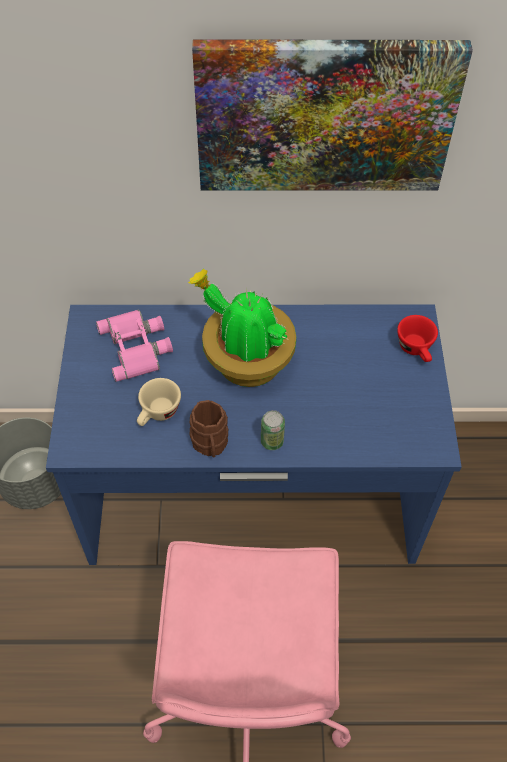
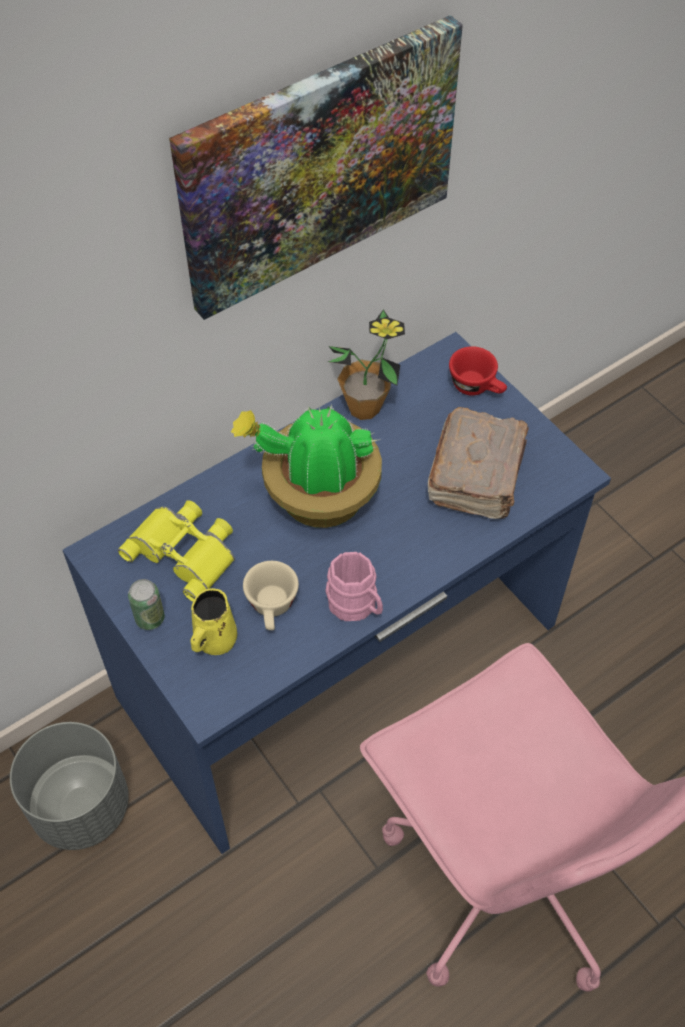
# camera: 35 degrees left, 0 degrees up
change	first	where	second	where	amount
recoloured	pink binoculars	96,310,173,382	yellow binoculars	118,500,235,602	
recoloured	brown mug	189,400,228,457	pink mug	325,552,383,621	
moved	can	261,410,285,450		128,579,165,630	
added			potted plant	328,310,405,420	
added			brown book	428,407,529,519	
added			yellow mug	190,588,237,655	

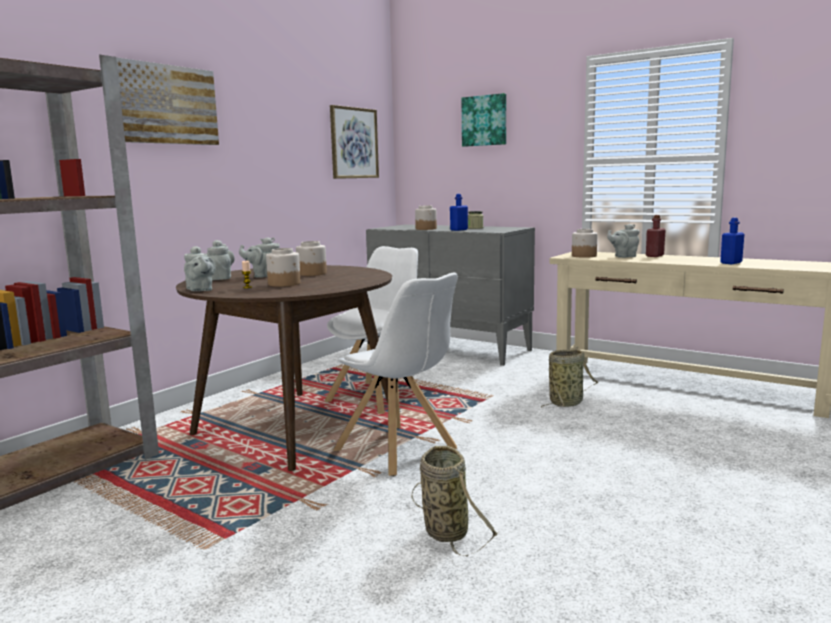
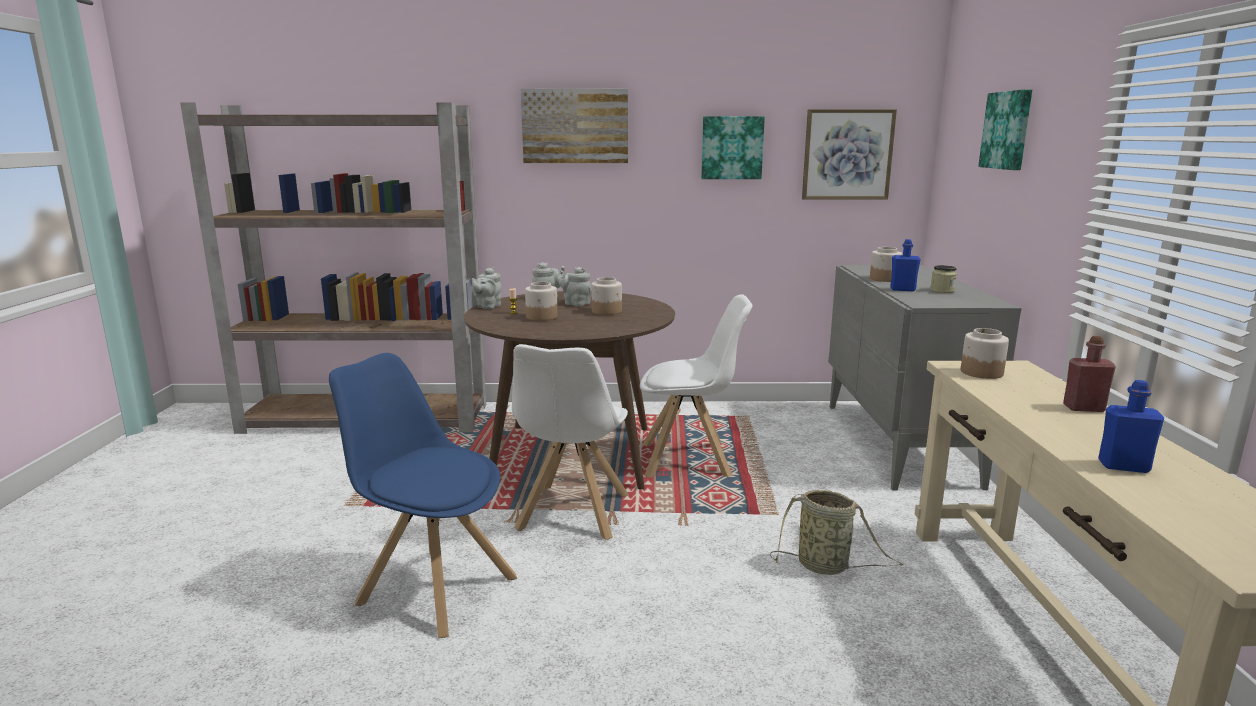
# camera: 55 degrees right, 5 degrees up
change	first	where	second	where	amount
removed	grey teapot	607,224,639,258			
replaced	basket	411,446,498,557	blue chair	329,353,517,638	
added			picture	701,116,765,179	

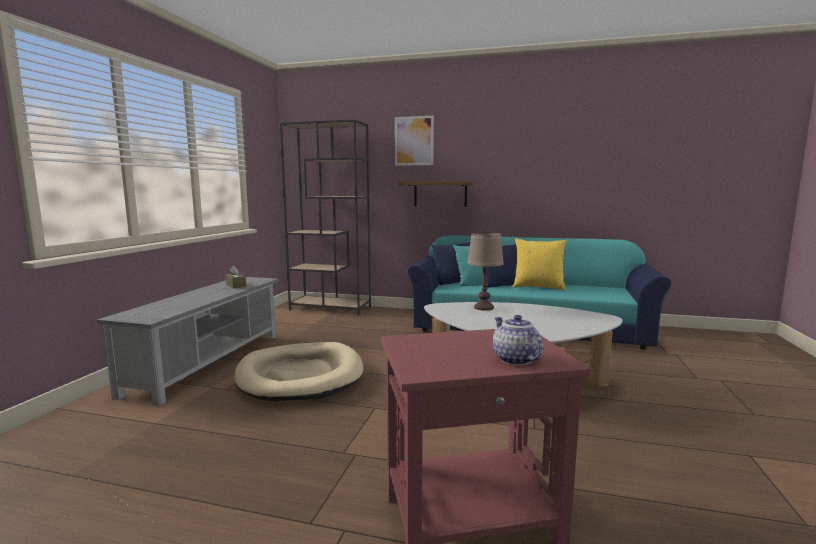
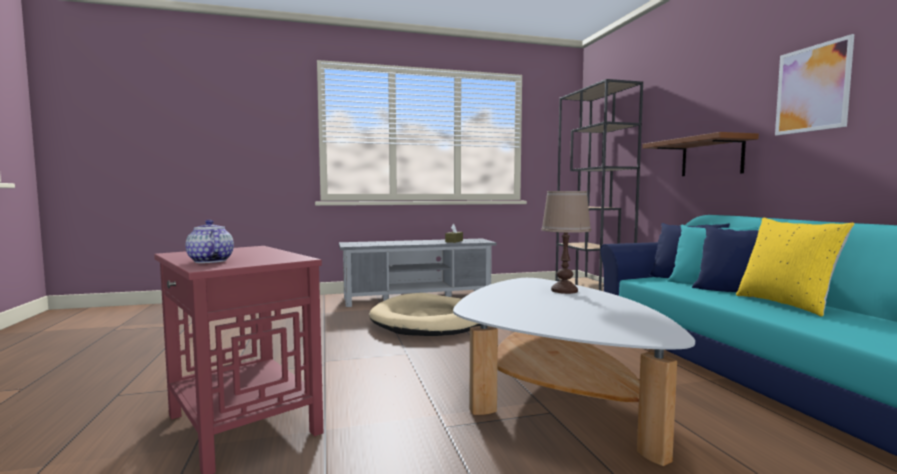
# camera: 60 degrees right, 5 degrees down
change	first	where	second	where	amount
moved	picture	395,116,434,166		775,34,854,136	
turned	teapot	493,315,544,365		186,220,234,263	75 degrees counterclockwise

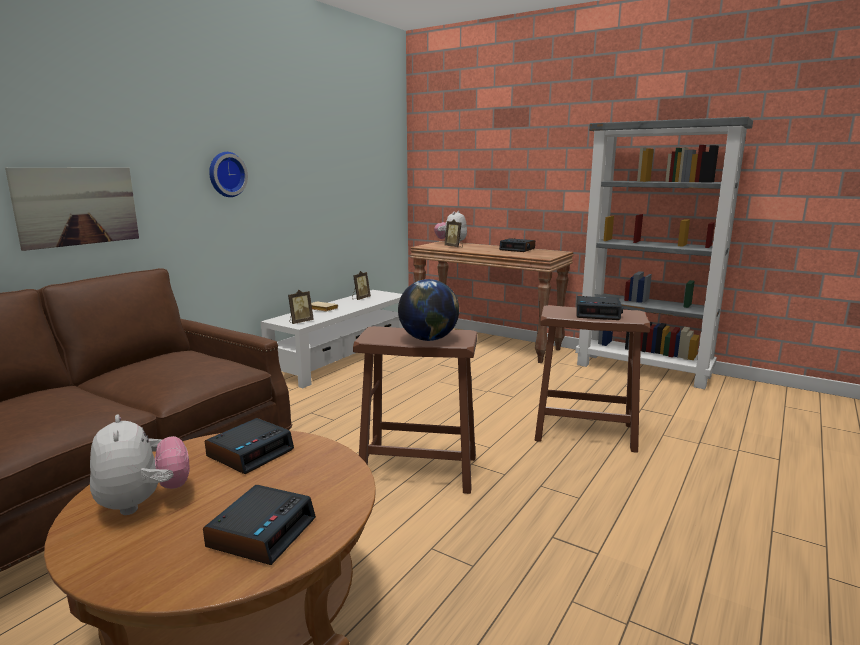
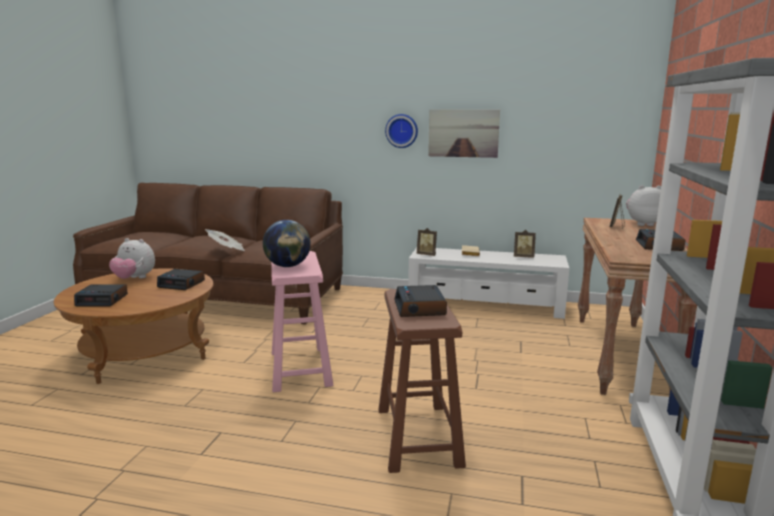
# camera: 70 degrees right, 0 degrees up
change	first	where	second	where	amount
moved	picture	5,167,139,251		428,109,500,158	
recoloured	brown stool	353,326,478,494	pink stool	271,251,334,392	
turned	plush toy	90,415,190,515		109,238,155,279	60 degrees clockwise
added			newspaper	205,229,245,251	

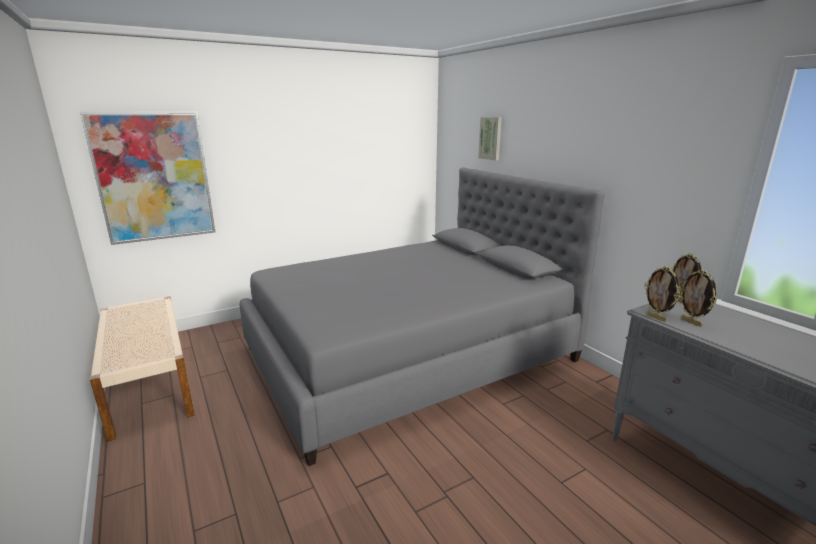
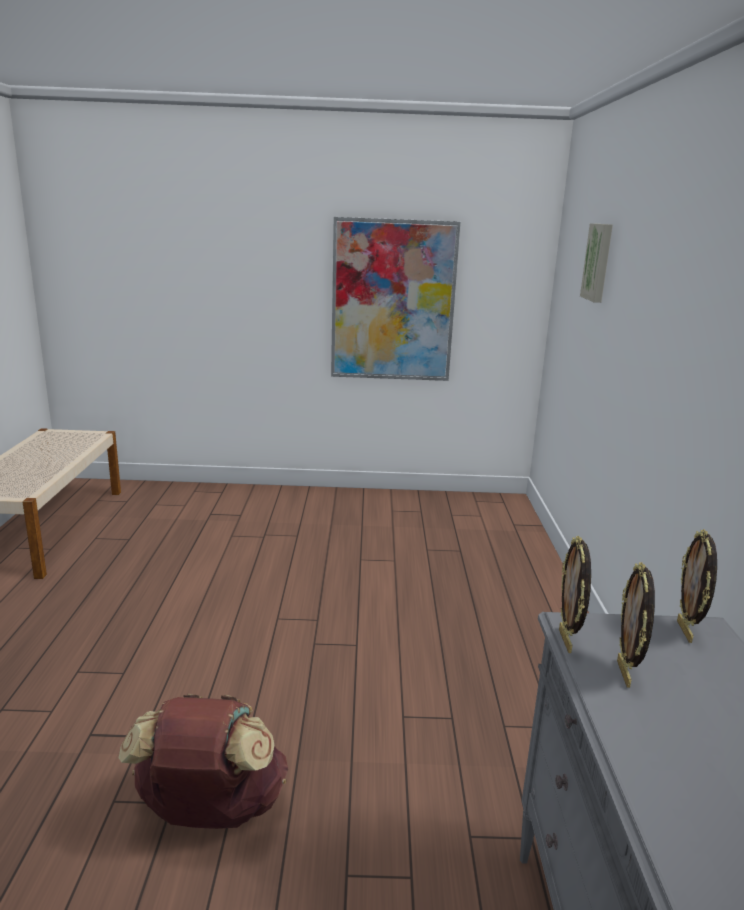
# camera: 30 degrees right, 0 degrees up
change	first	where	second	where	amount
moved	picture	80,112,215,245		331,217,460,381	
removed	grey bed	239,168,605,466			
added			brown backpack	119,694,288,829	

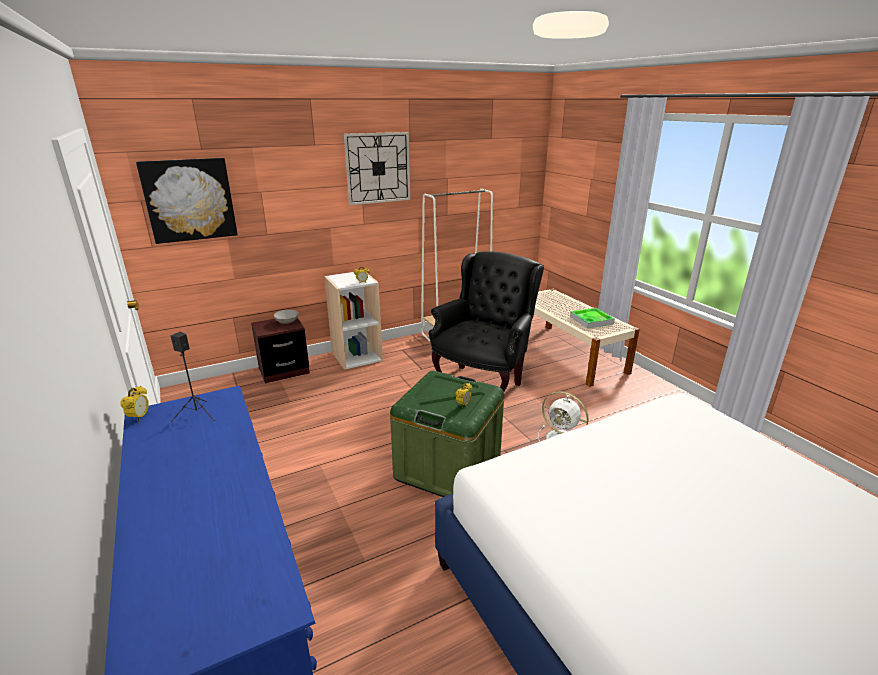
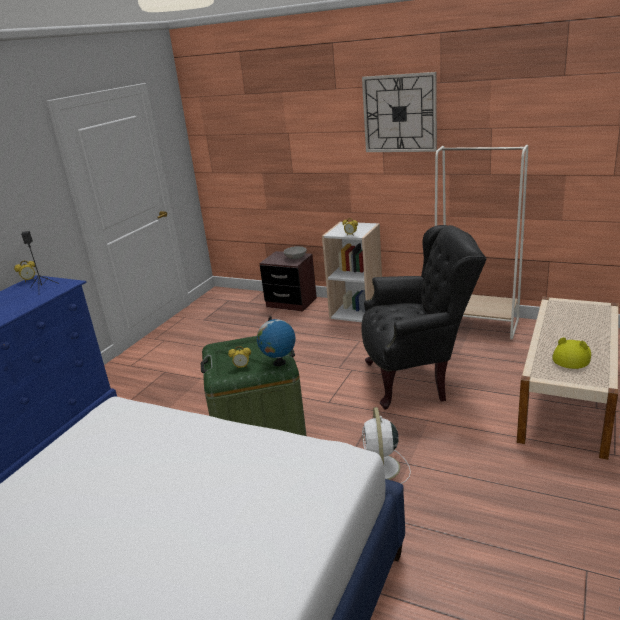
# camera: 55 degrees right, 0 degrees up
change	first	where	second	where	amount
removed	picture	136,158,238,244			
replaced	tray	570,308,615,329	yellow hat	552,337,591,369	
added			globe	257,316,295,366	

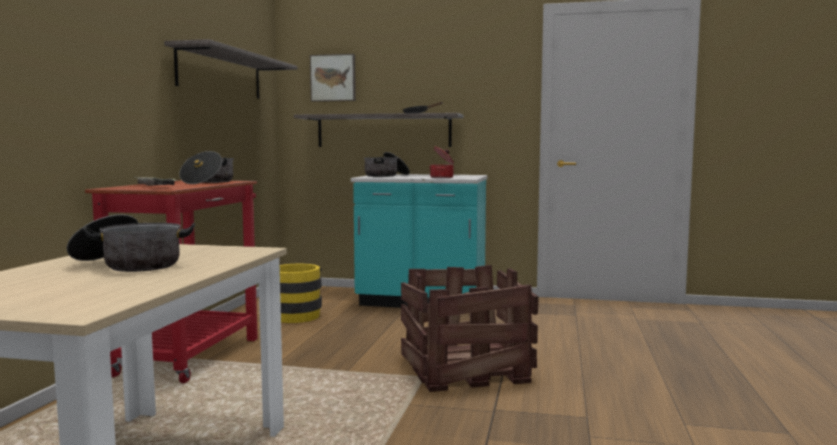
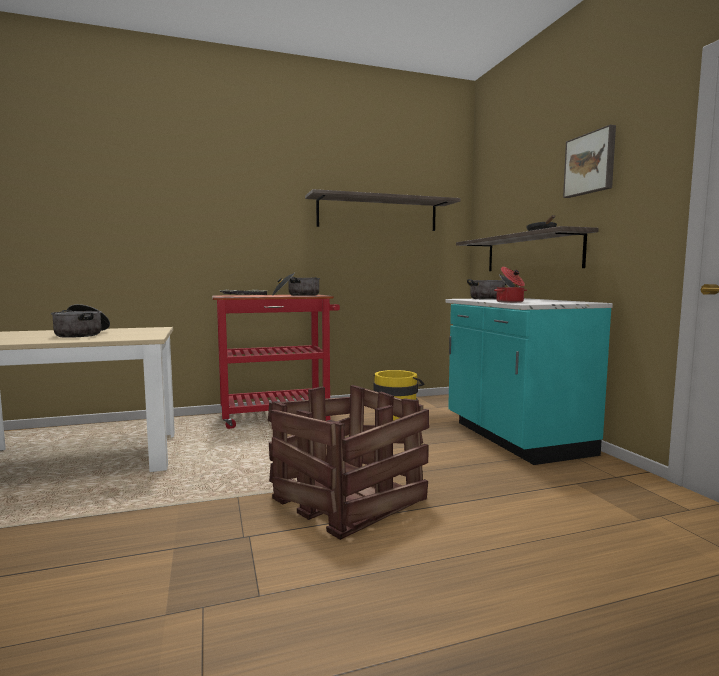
# camera: 60 degrees right, 0 degrees up
change	first	where	second	where	amount
moved	picture	310,54,356,102		563,125,616,198	

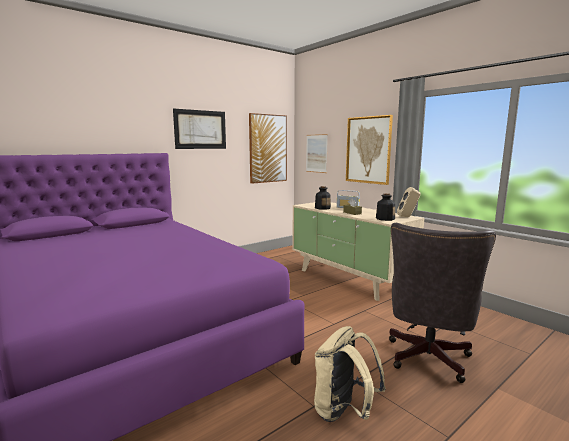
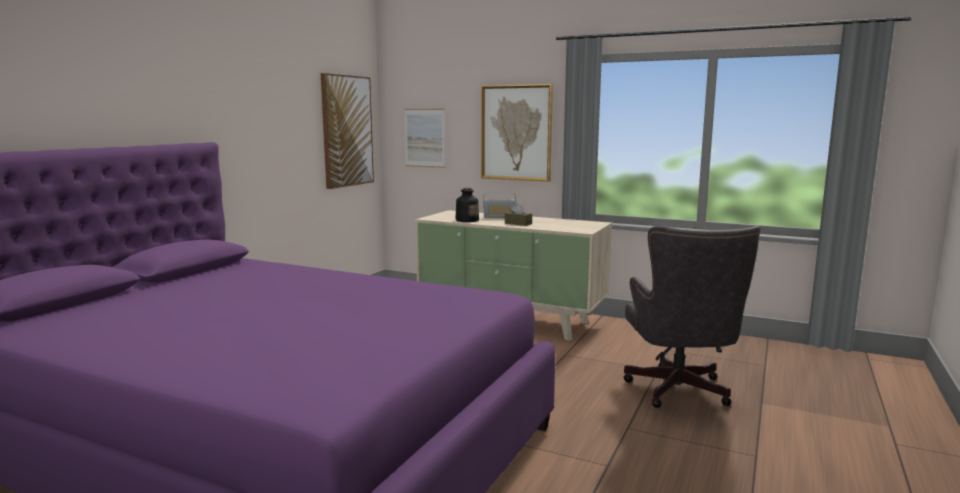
# camera: 25 degrees left, 0 degrees up
change	first	where	second	where	amount
removed	picture	173,109,226,149			
removed	beige speaker	397,187,420,217			
removed	bottle	376,193,395,221			
removed	beige backpack	314,326,386,422			

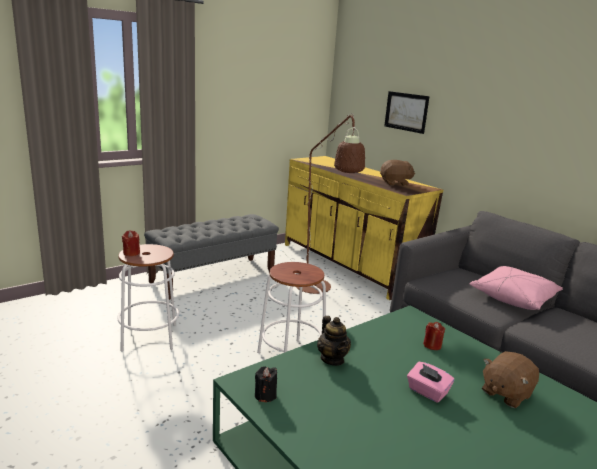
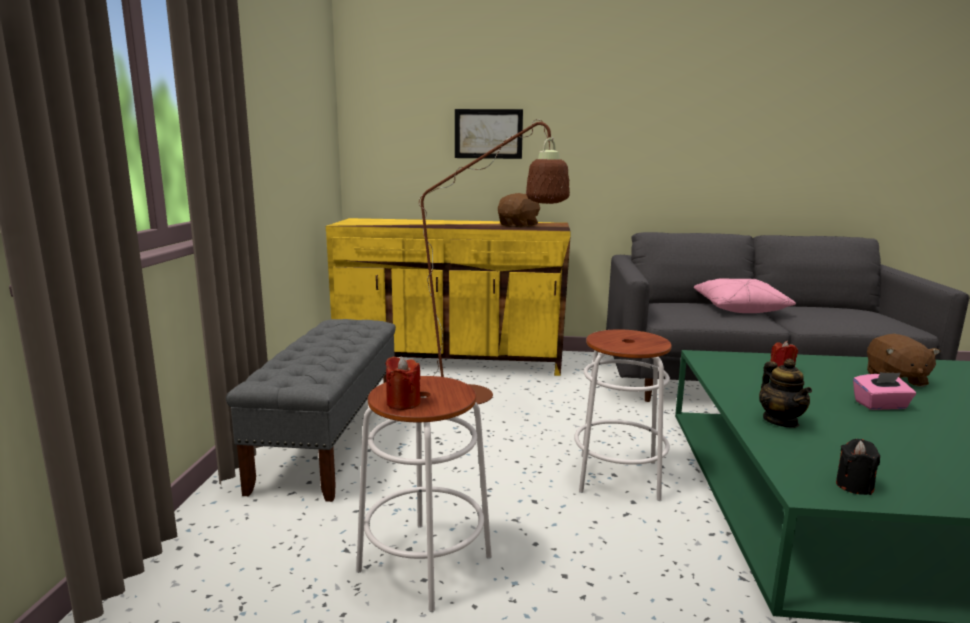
# camera: 45 degrees left, 5 degrees down
change	first	where	second	where	amount
turned	teapot	317,316,351,366		759,358,812,428	60 degrees clockwise

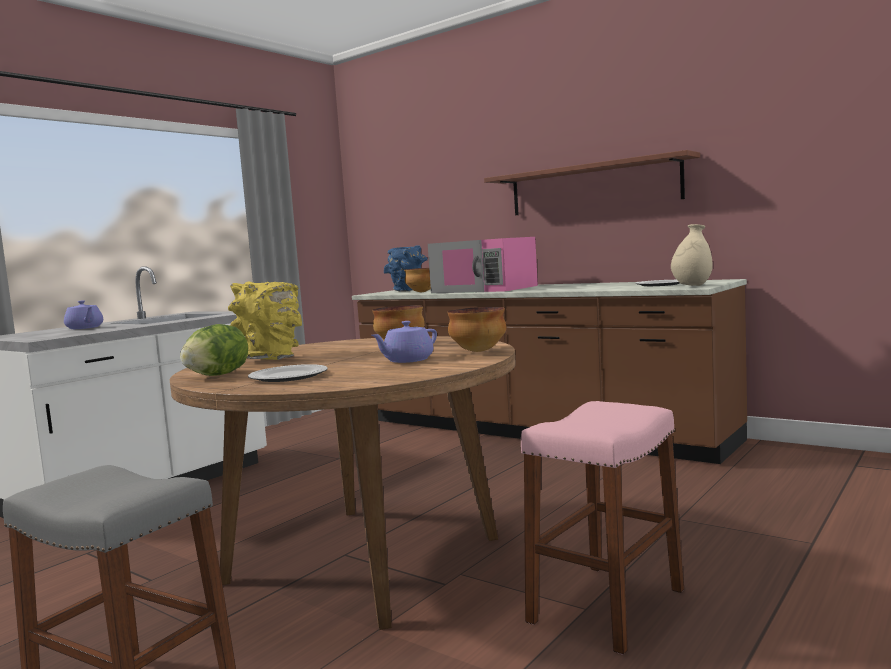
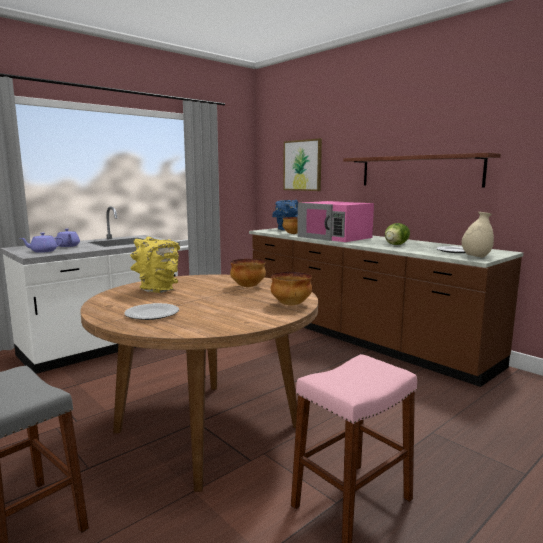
# camera: 10 degrees right, 5 degrees up
change	first	where	second	where	amount
moved	purple teapot	371,321,437,363		20,233,63,253	
moved	lettuce	180,324,248,376		385,223,410,245	
added			picture	283,138,322,191	

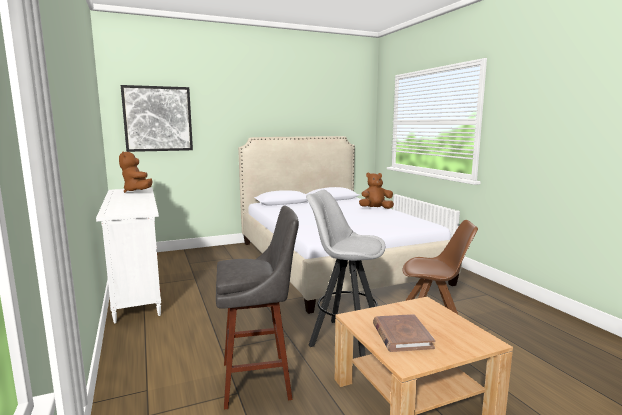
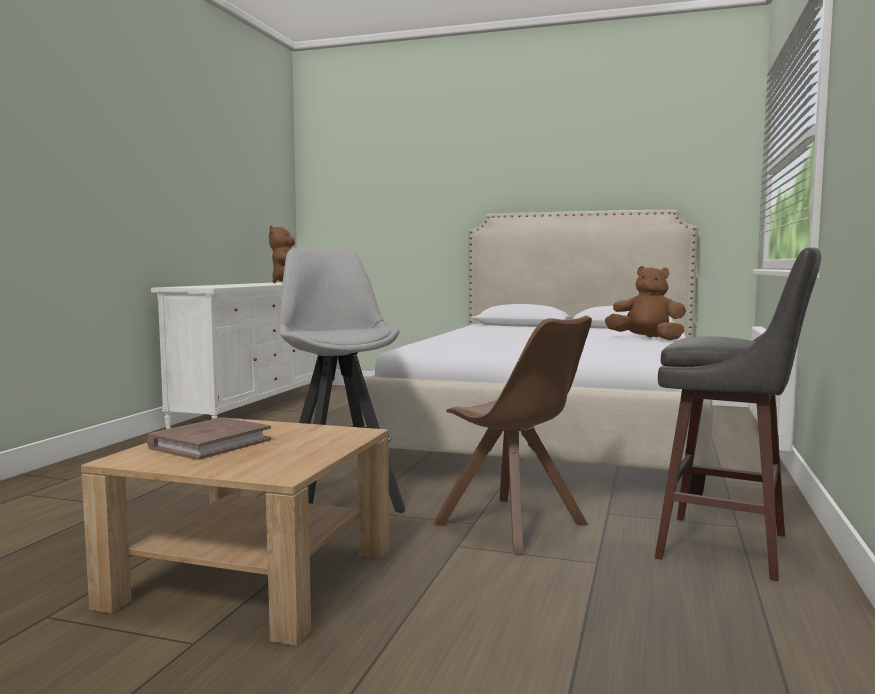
# camera: 40 degrees right, 5 degrees down
change	first	where	second	where	amount
removed	picture	121,85,193,152			
moved	grey stool	216,206,299,409		655,248,821,581	

